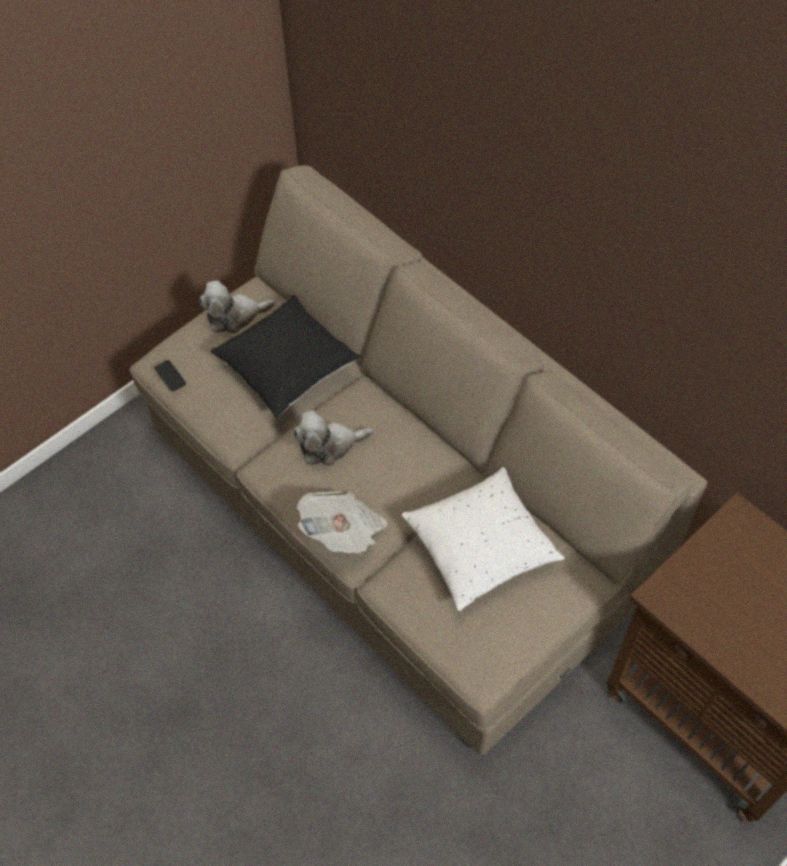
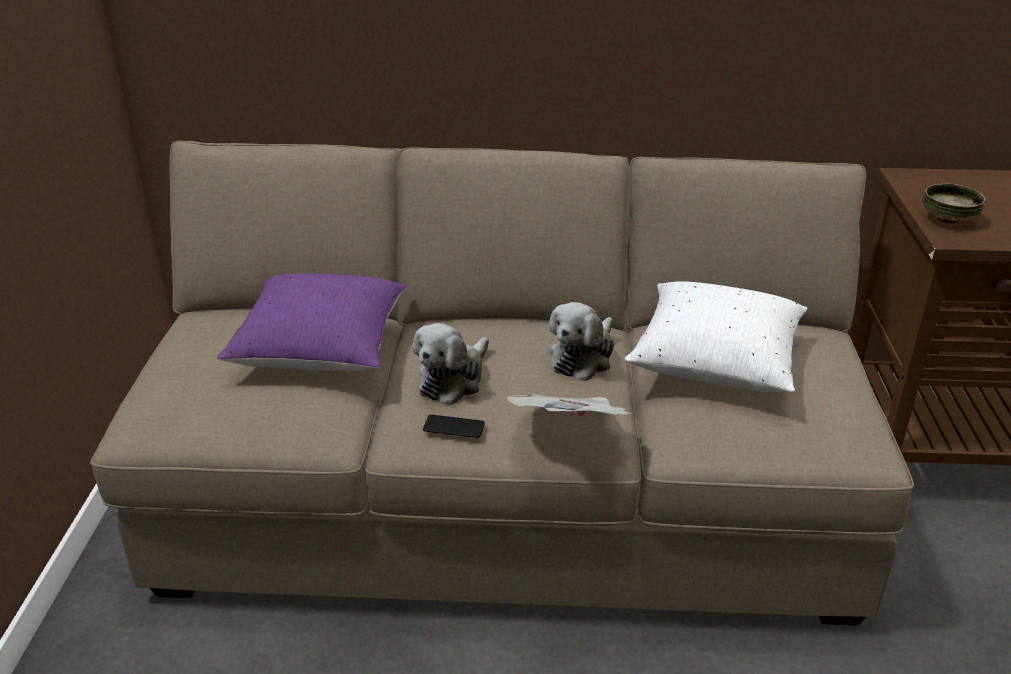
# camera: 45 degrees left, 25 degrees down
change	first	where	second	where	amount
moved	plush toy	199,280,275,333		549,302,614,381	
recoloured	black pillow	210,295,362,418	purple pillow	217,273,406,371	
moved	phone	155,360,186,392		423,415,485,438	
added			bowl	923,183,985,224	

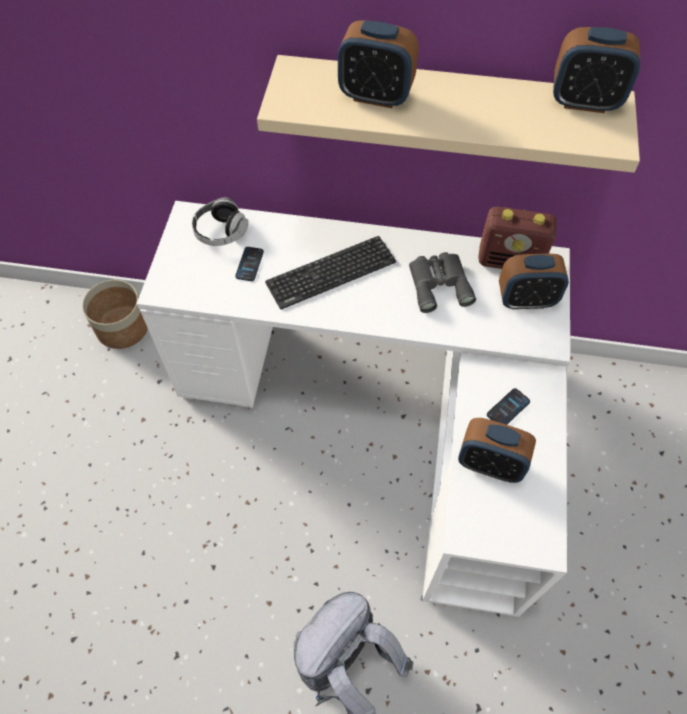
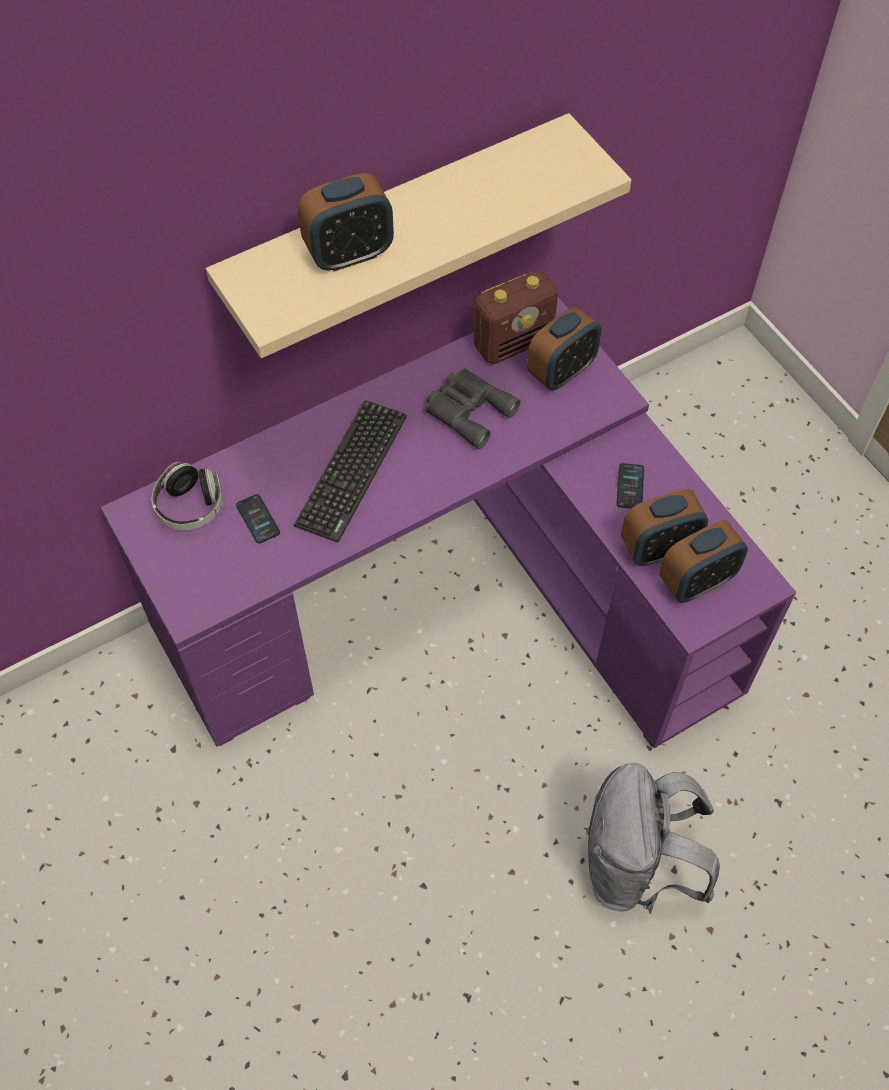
# camera: 40 degrees left, 0 degrees up
change	first	where	second	where	amount
moved	alarm clock	553,27,640,113		659,520,748,603	
recoloured	white desk	137,201,570,617	purple desk	101,297,796,748	
removed	planter	82,280,148,349			

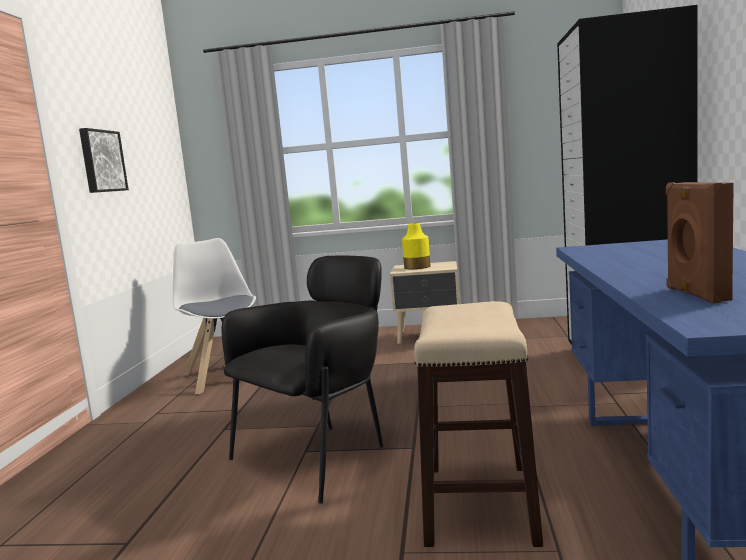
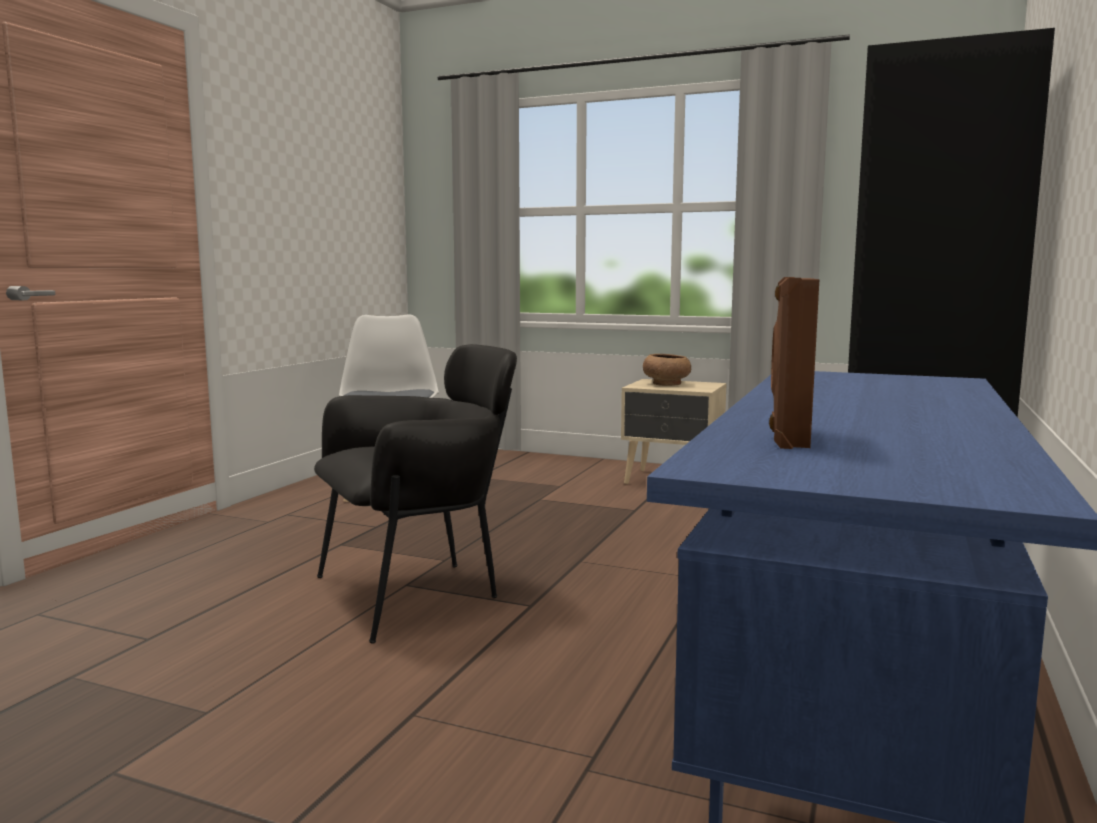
# camera: 15 degrees right, 0 degrees up
change	first	where	second	where	amount
removed	picture	79,128,129,193			
replaced	yellow vase	402,223,430,269	brown bowl	643,354,691,386	
removed	stool	414,301,543,547			

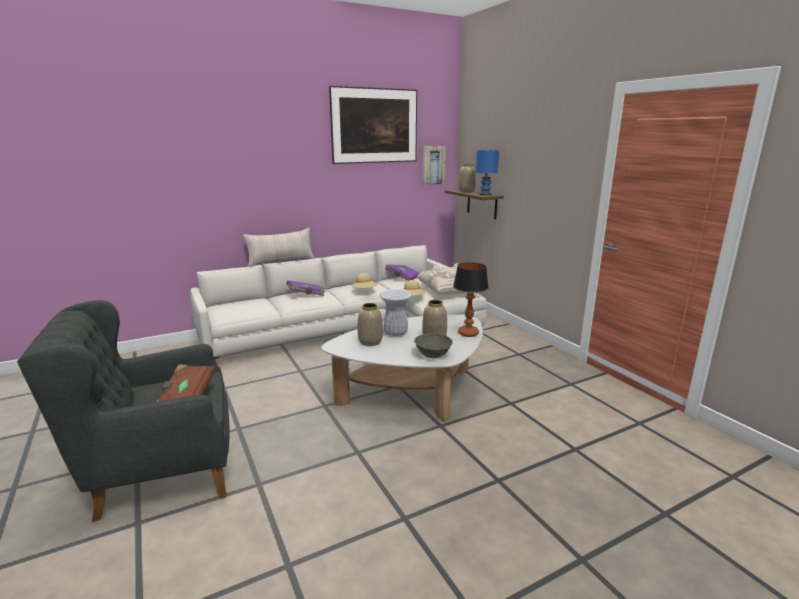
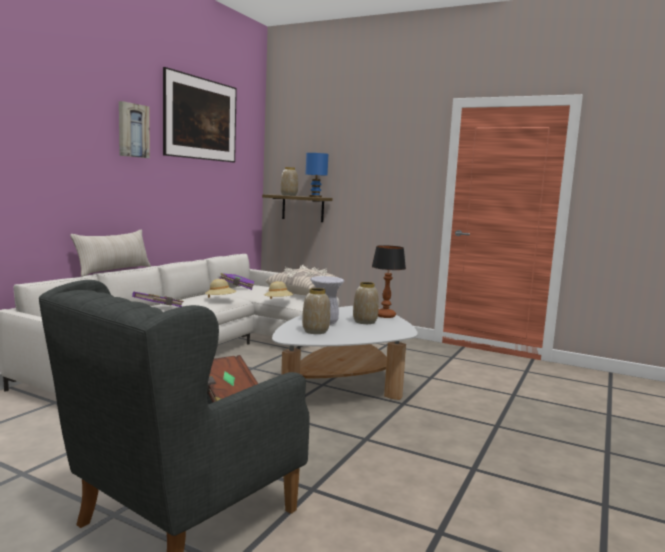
# camera: 35 degrees left, 10 degrees down
change	first	where	second	where	amount
moved	picture	422,146,446,185		119,101,150,158	
removed	grey bowl	414,333,453,358			

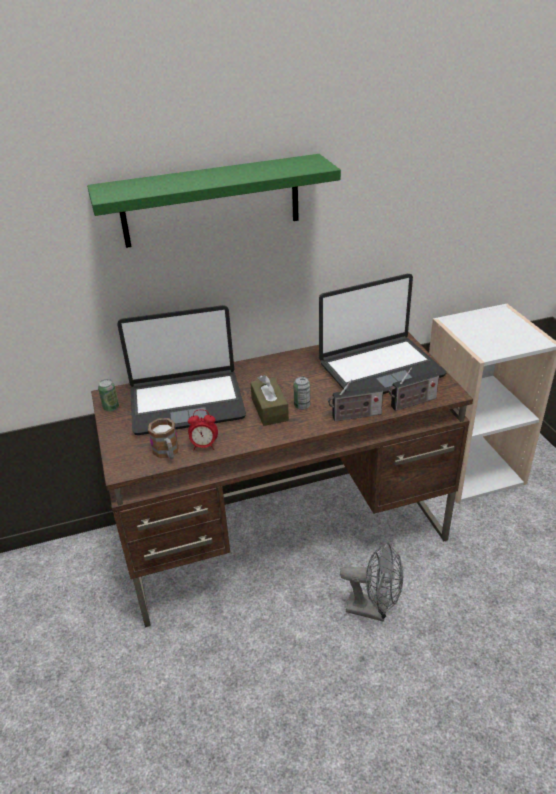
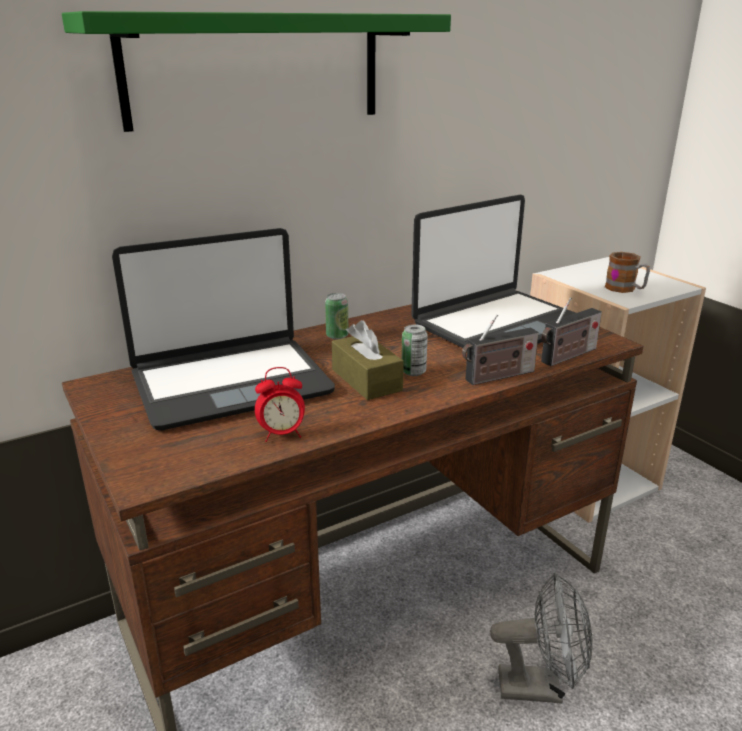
# camera: 15 degrees left, 10 degrees down
change	first	where	second	where	amount
moved	can	98,379,119,411		325,293,349,340	
moved	mug	148,418,179,459		605,252,650,293	

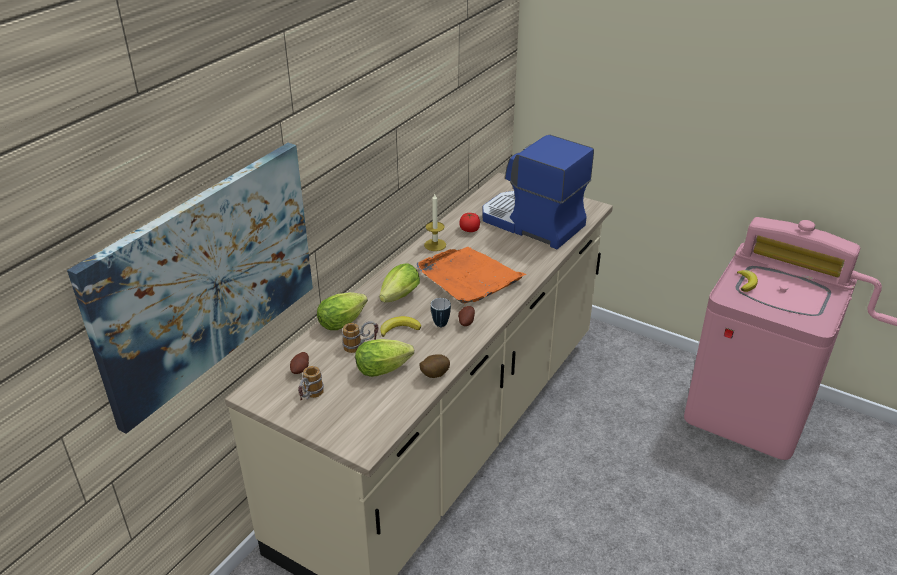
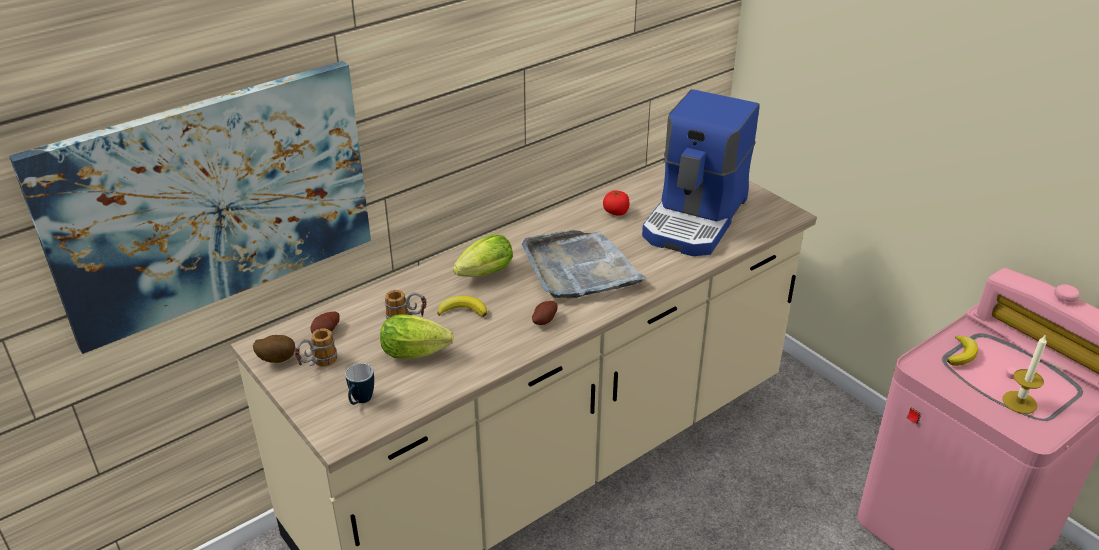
# camera: 20 degrees right, 0 degrees up
change	first	where	second	where	amount
turned	coffee machine	482,135,594,249		642,89,760,256	120 degrees counterclockwise
moved	candle	424,194,446,251		1003,334,1047,414	
recoloured	orange tray	417,247,527,304	grey tray	522,230,648,298	
removed	lettuce	317,292,368,330			
moved	mug	431,298,451,328		345,363,374,405	
moved	potato	420,354,450,378		253,335,295,363	

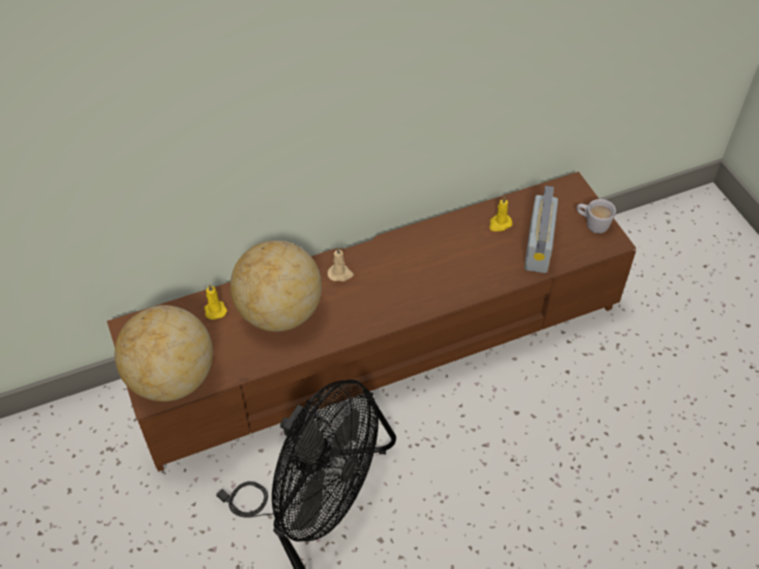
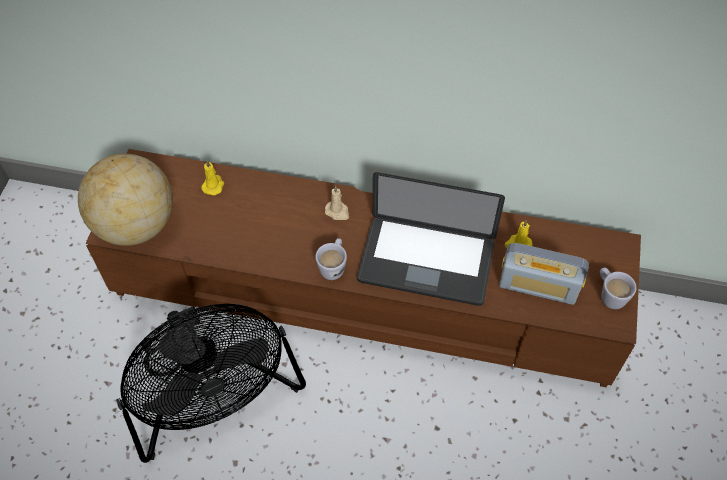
# camera: 35 degrees right, 5 degrees up
change	first	where	second	where	amount
turned	radio	524,186,558,273		499,243,589,305	60 degrees clockwise
removed	globe	230,240,322,332			
added			laptop	357,172,505,306	
added			white mug	315,238,347,280	

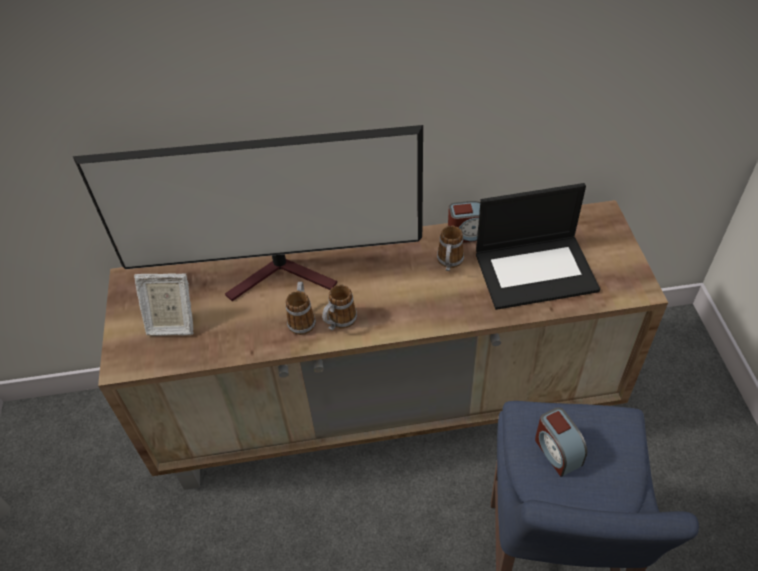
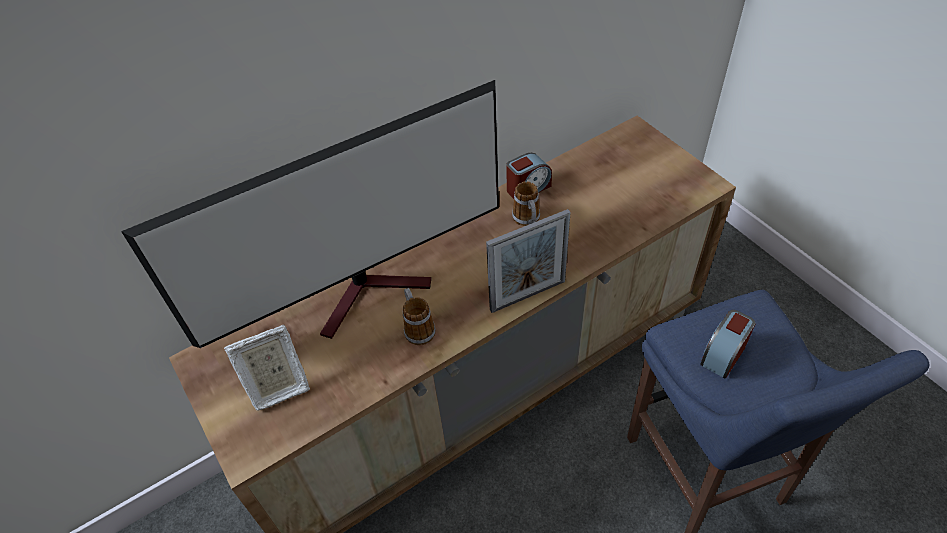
# camera: 25 degrees left, 0 degrees up
change	first	where	second	where	amount
removed	laptop	476,183,600,310			
removed	mug	322,285,357,330			
turned	alarm clock	535,407,587,477		700,310,755,379	90 degrees clockwise
added			picture frame	486,209,571,313	

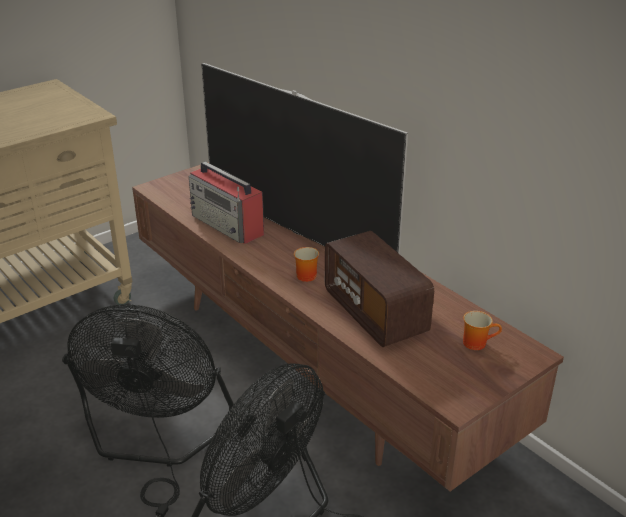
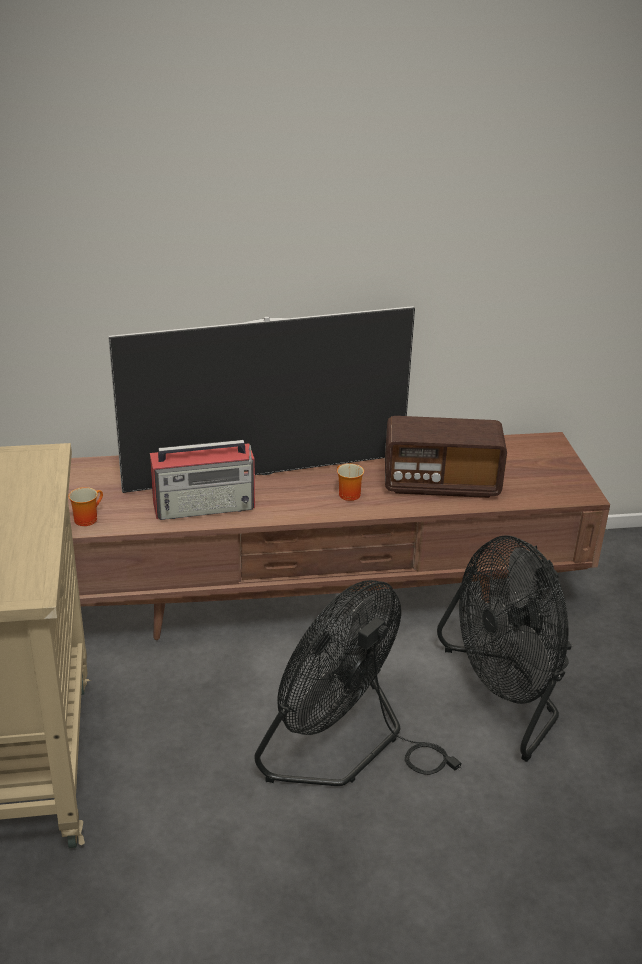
# camera: 60 degrees left, 0 degrees up
change	first	where	second	where	amount
moved	mug	463,311,502,350		69,487,103,526	

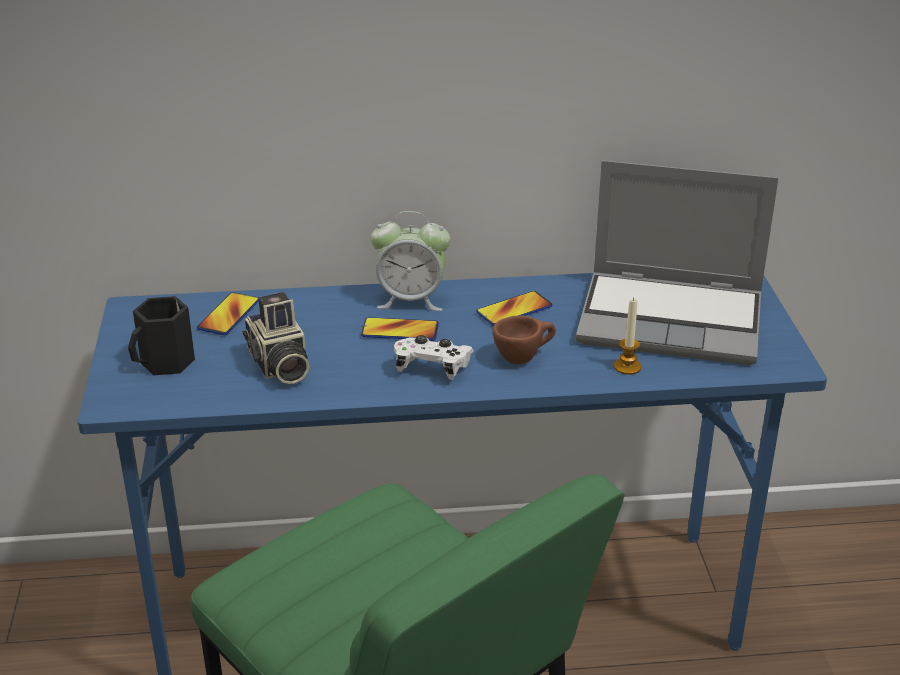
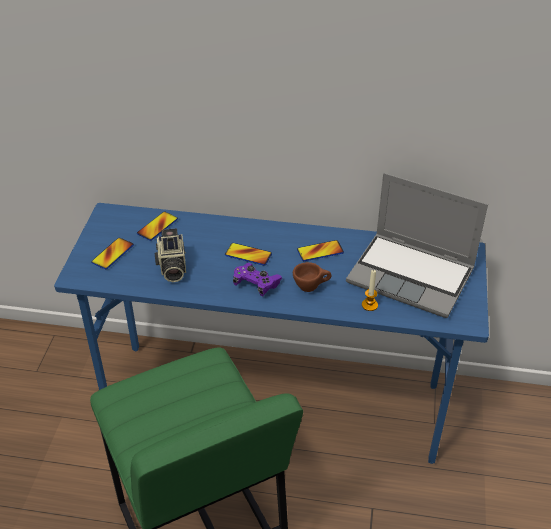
# camera: 15 degrees right, 10 degrees up
change	first	where	second	where	amount
removed	alarm clock	371,211,450,311			
replaced	black mug	128,296,195,375	phone	91,238,134,269	
recoloured	white game controller	394,335,474,380	purple game controller	233,263,282,296	

